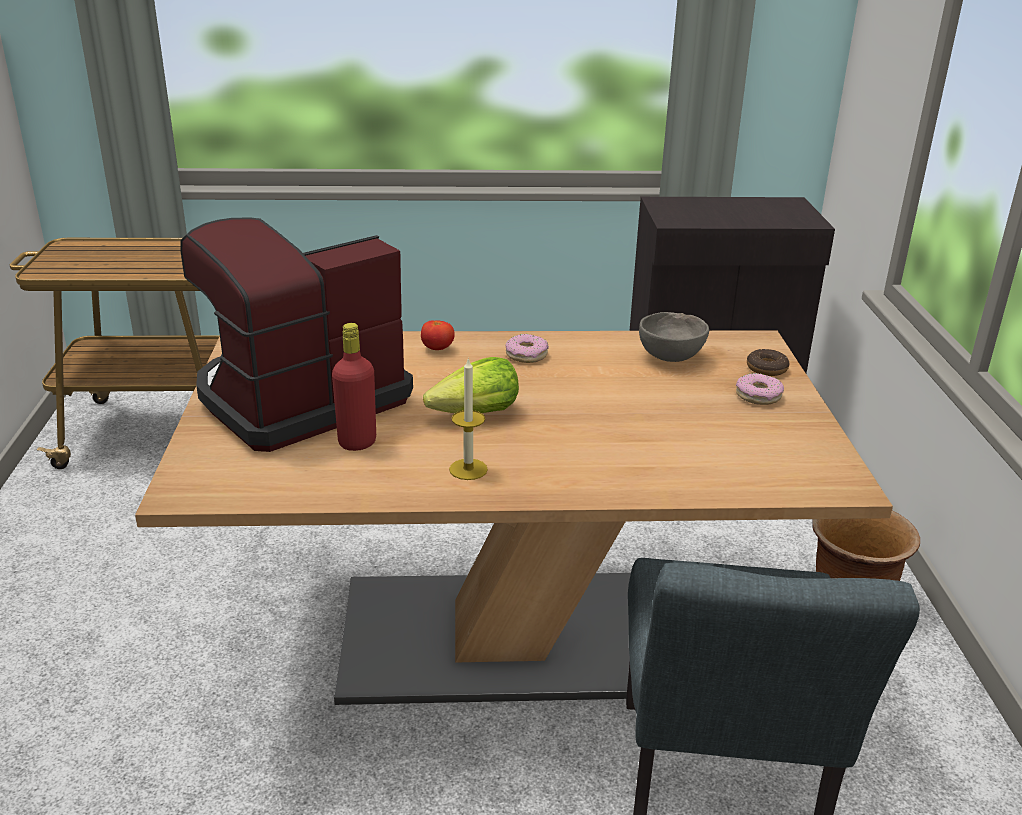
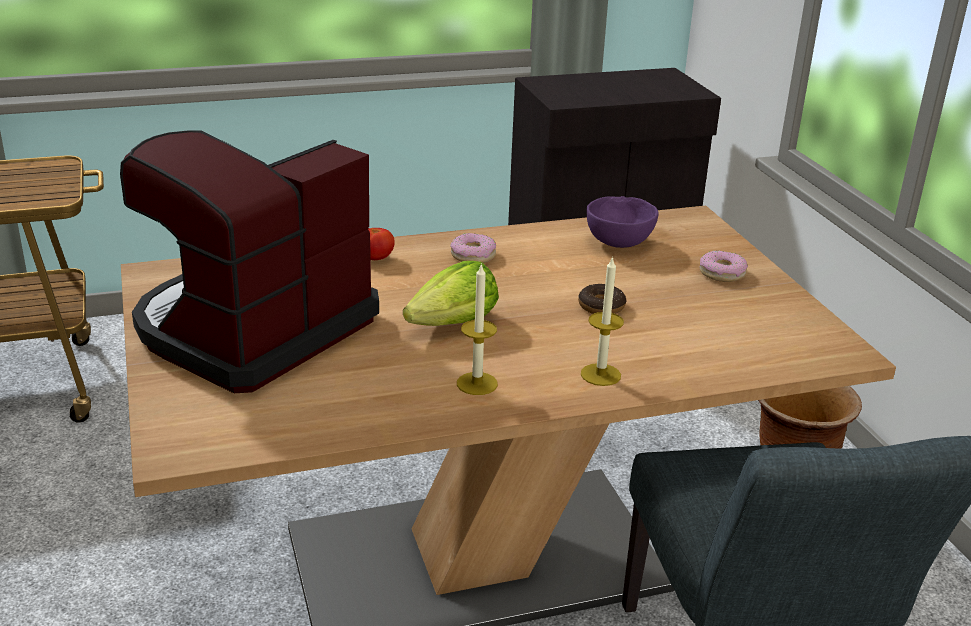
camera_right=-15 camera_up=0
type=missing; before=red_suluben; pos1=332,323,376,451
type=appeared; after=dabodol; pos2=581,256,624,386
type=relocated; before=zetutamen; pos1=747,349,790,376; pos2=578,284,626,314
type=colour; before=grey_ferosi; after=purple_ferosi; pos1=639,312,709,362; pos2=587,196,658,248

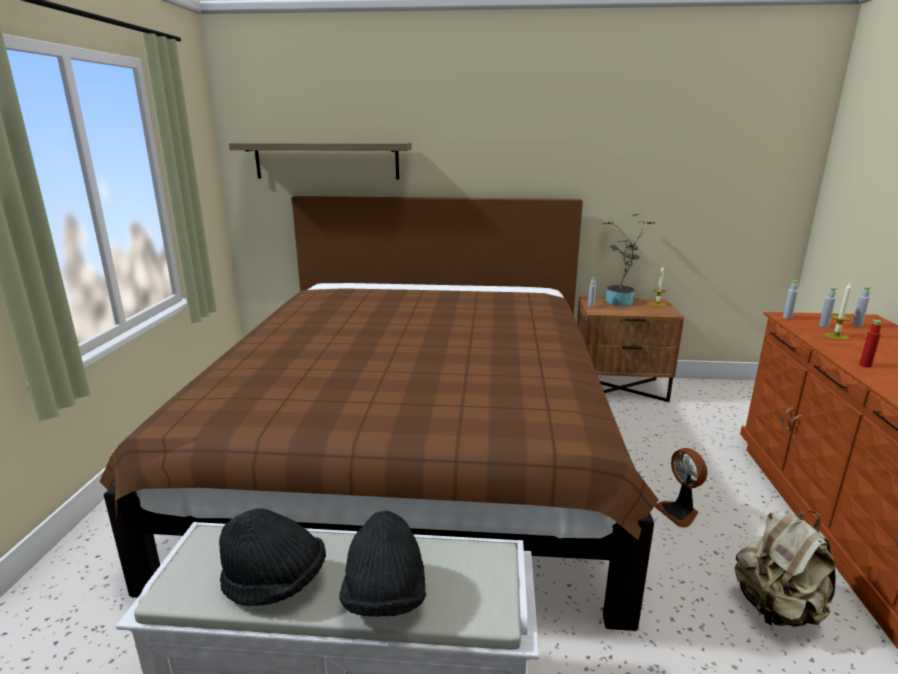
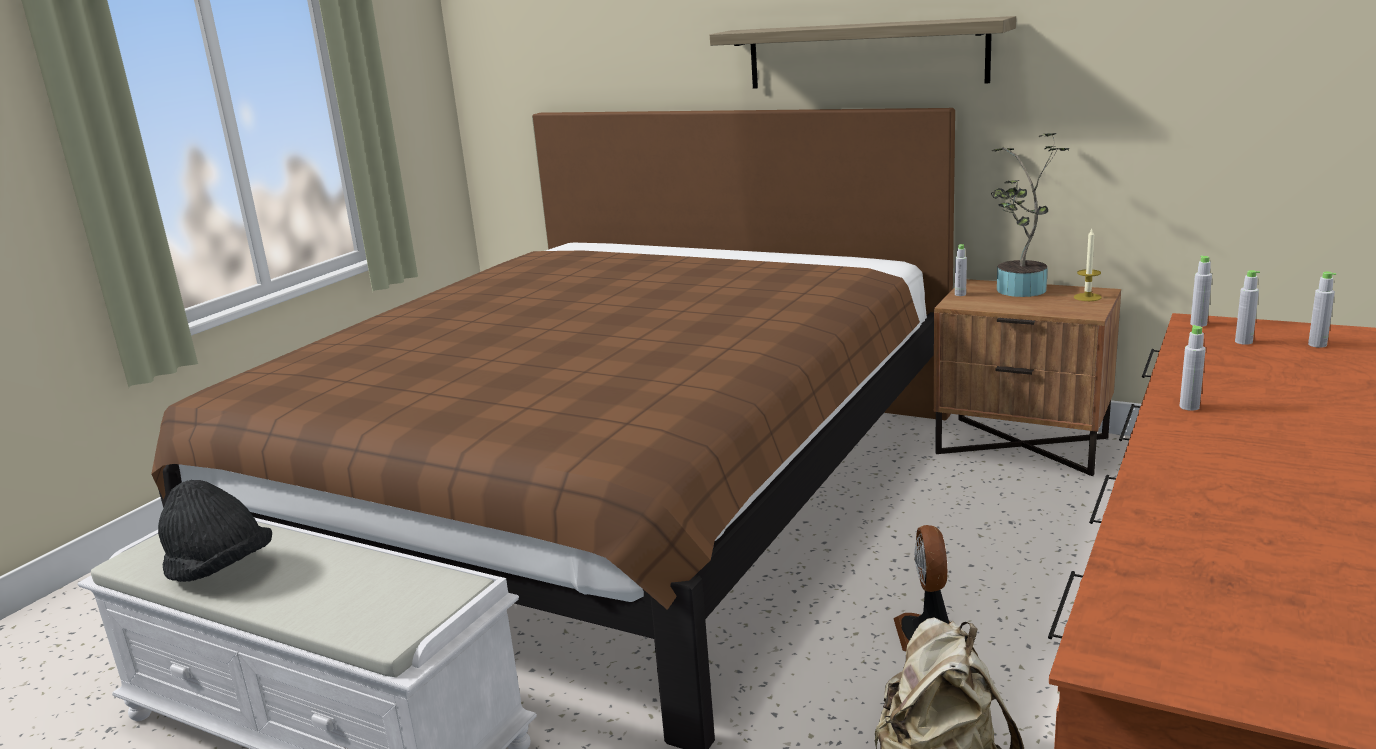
camera_right=25 camera_up=0
type=missing; before=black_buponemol; pos1=339,511,426,617
type=missing; before=dabodol; pos1=824,283,852,340
type=relocated; before=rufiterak; pos1=229,142,411,180; pos2=710,16,1016,88
type=colour; before=red_suluben; after=grey_suluben; pos1=859,320,881,367; pos2=1180,325,1206,411

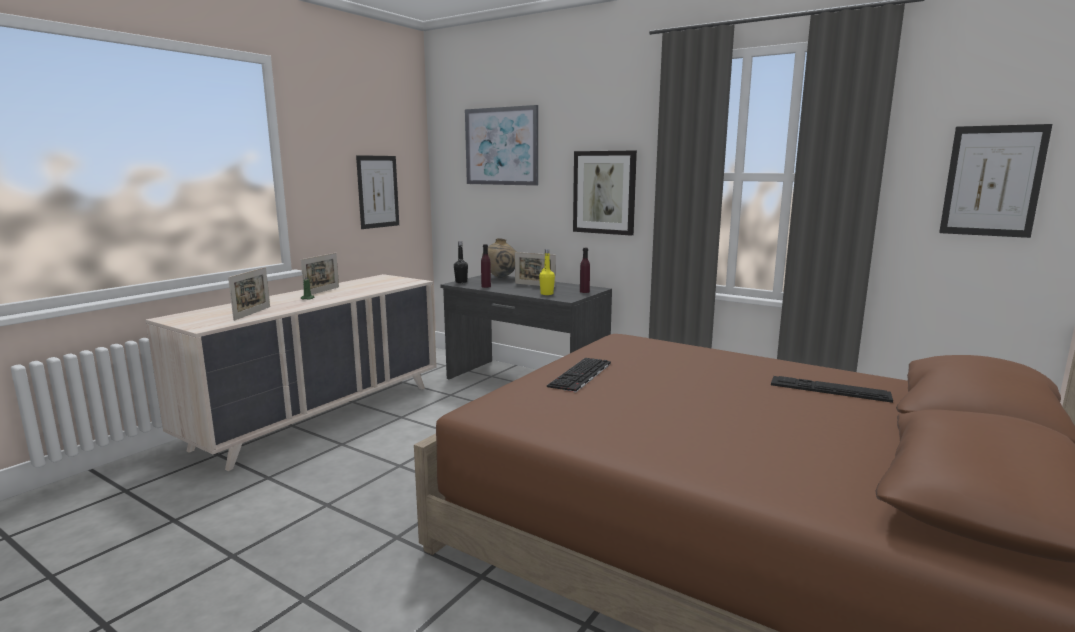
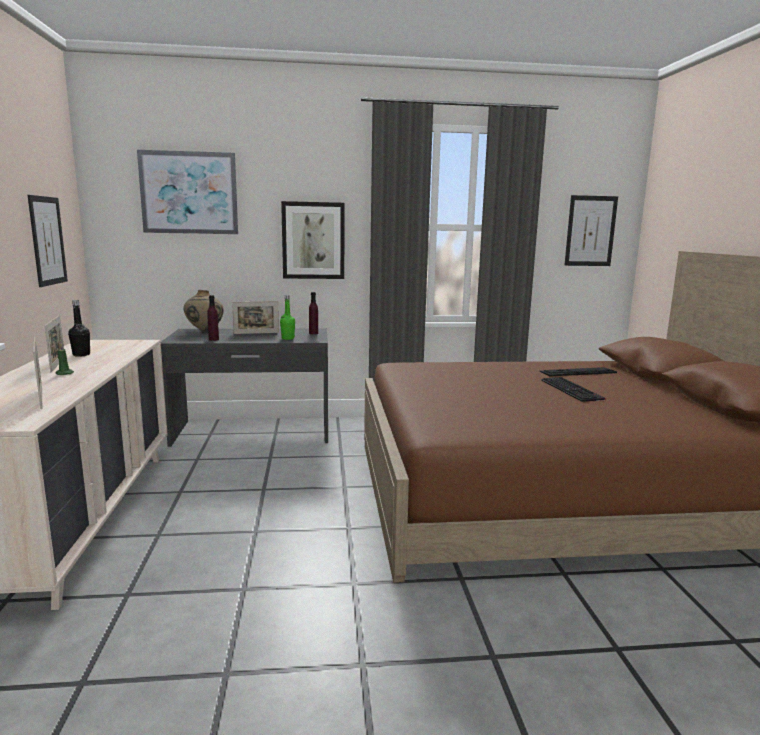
camera_right=-40 camera_up=0
type=relocated; before=black_suluben; pos1=454,241,468,283; pos2=68,300,90,357
type=relocated; before=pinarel; pos1=547,358,611,392; pos2=541,377,606,402
type=colour; before=yellow_suluben; after=green_suluben; pos1=539,249,555,295; pos2=280,295,295,340

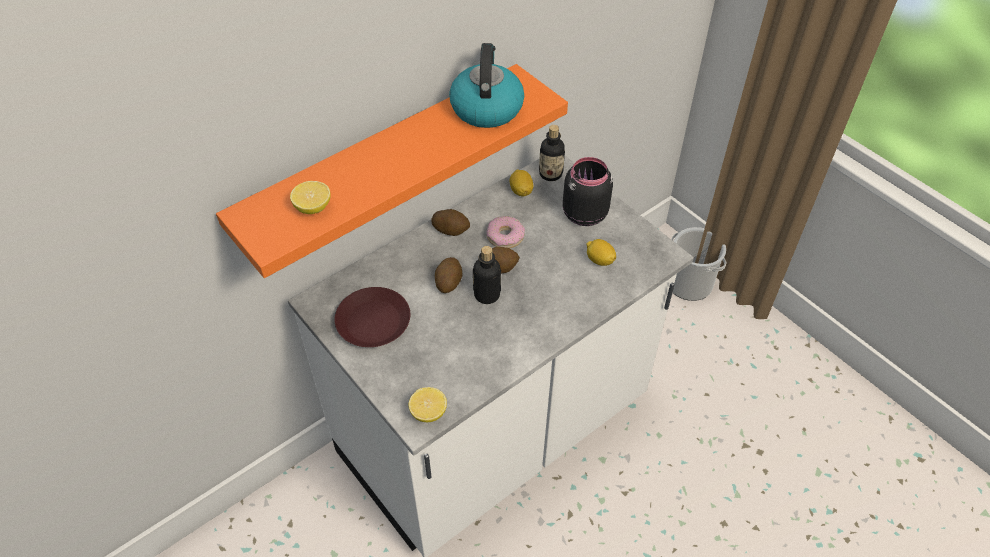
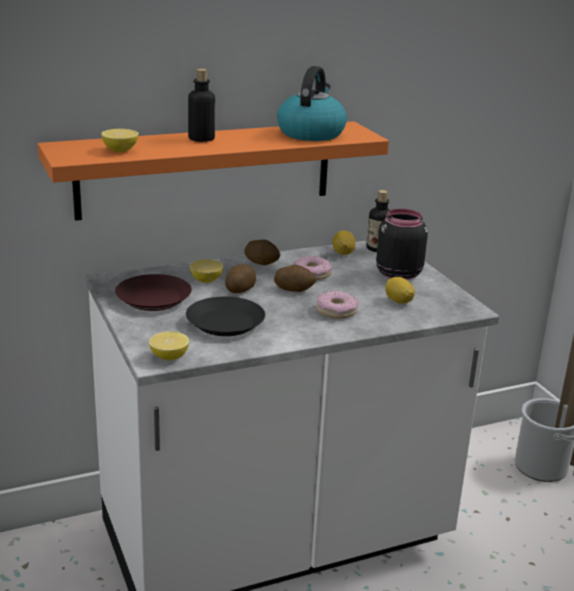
camera_right=15 camera_up=-25
type=appeared; after=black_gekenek; pos2=186,296,265,336
type=appeared; after=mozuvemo; pos2=190,259,223,283
type=appeared; after=zetutamen; pos2=317,291,359,319
type=relocated; before=suluben; pos1=473,246,501,304; pos2=188,69,215,142

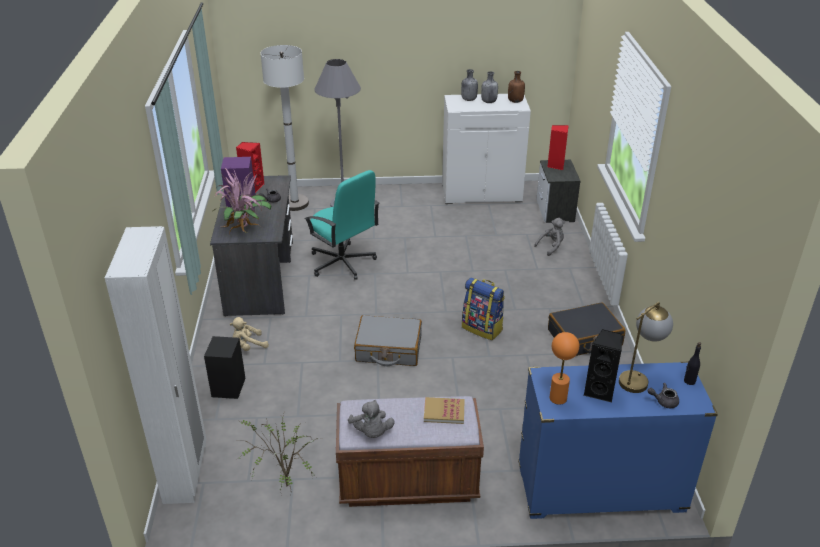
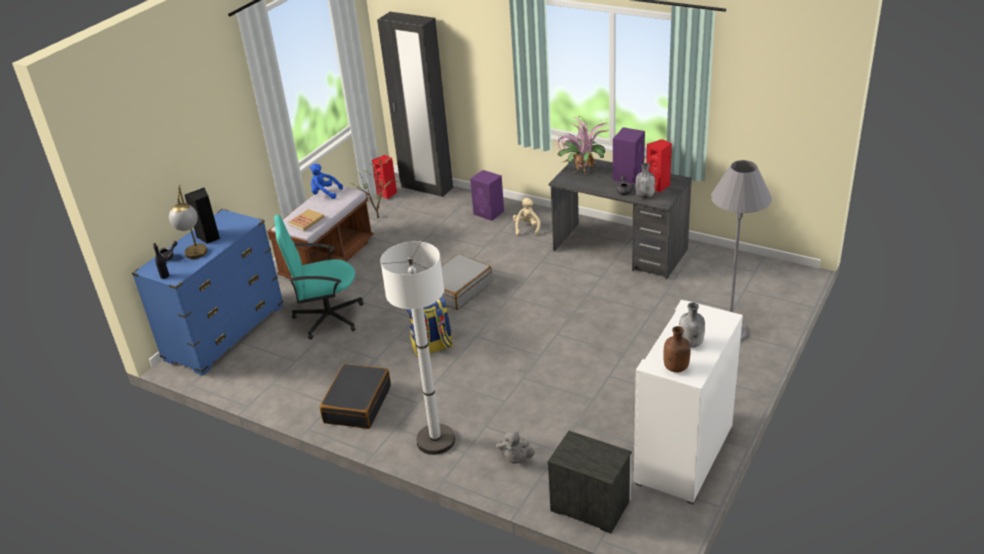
camera_right=125 camera_up=0
type=missing; before=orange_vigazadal; pos1=549,332,579,405
type=relocated; before=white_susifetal; pos1=261,45,309,211; pos2=380,241,455,455
type=relocated; before=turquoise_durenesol; pos1=304,170,379,280; pos2=274,215,363,340
type=relocated; before=grey_suluben; pos1=461,69,478,101; pos2=635,163,655,198
type=relocated; before=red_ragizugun; pos1=547,125,569,170; pos2=372,155,397,199
type=colour; before=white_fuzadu; after=black_fuzadu; pos1=105,226,206,504; pos2=377,12,453,197
type=colour; before=black_ragizugun; after=purple_ragizugun; pos1=204,336,246,399; pos2=470,170,504,221
type=colour; before=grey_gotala; after=blue_gotala; pos1=348,400,395,438; pos2=310,164,343,199

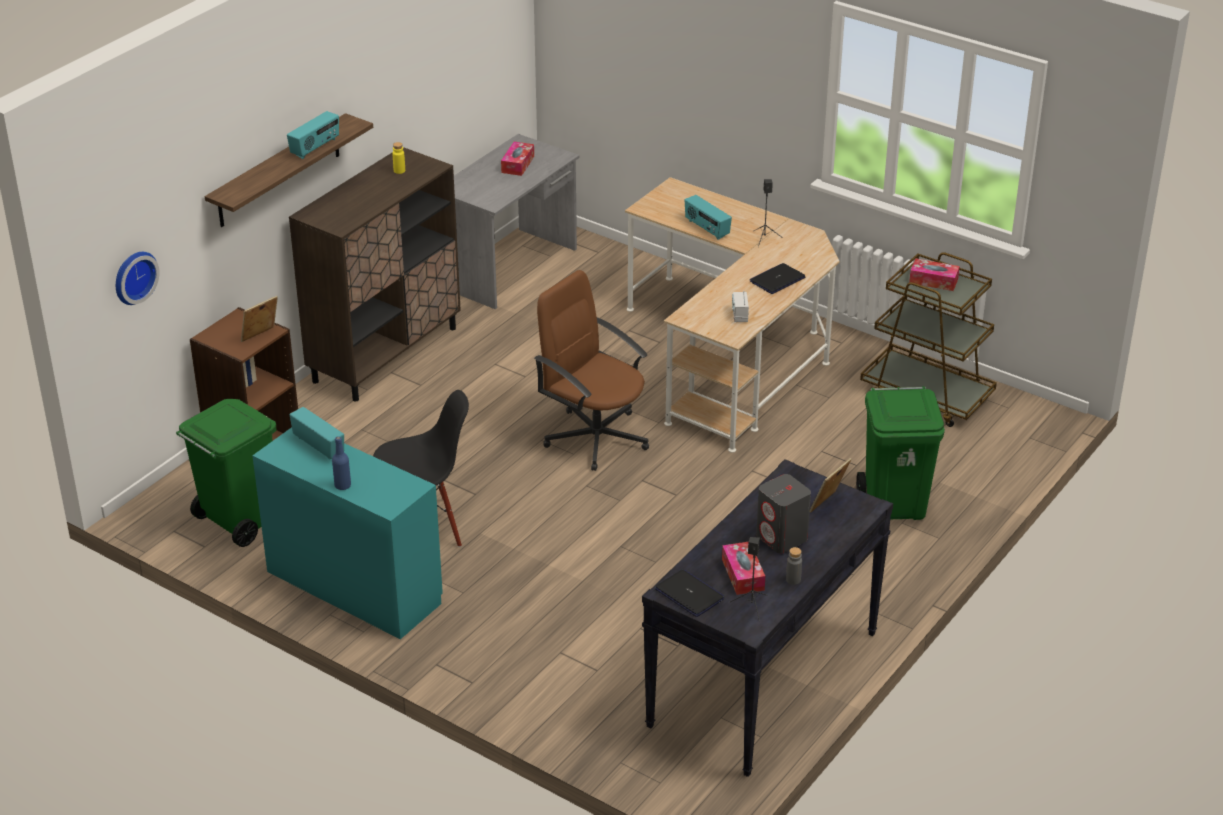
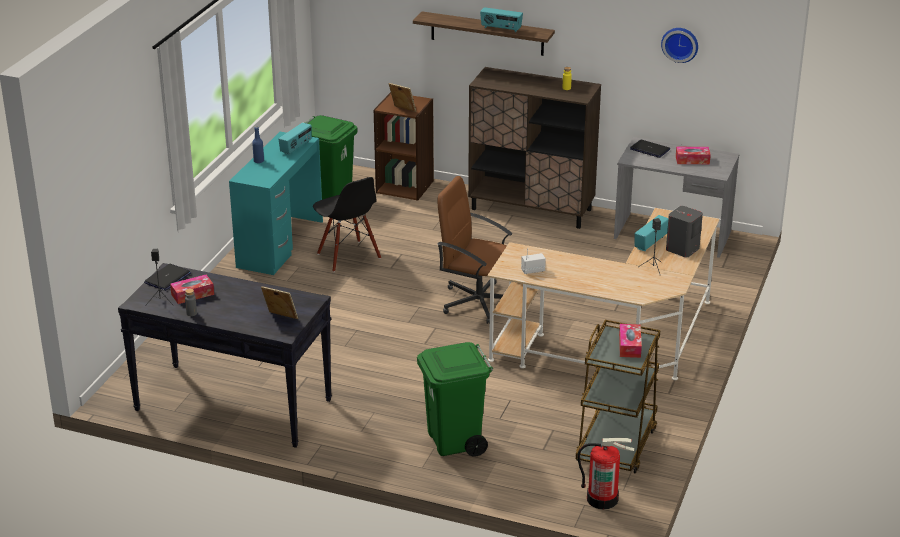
camera_right=75 camera_up=-5
type=appeared; after=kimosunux; pos2=577,438,635,510
type=relocated; before=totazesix; pos1=116,252,159,305; pos2=661,28,698,63
type=relocated; before=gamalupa; pos1=750,263,805,294; pos2=630,140,670,158
type=relocated; before=grey_ragizugun; pos1=756,474,811,553; pos2=666,206,703,257
type=spun; before=brown_durenesol; pos1=534,270,649,471; pos2=437,176,512,324; turn=-90

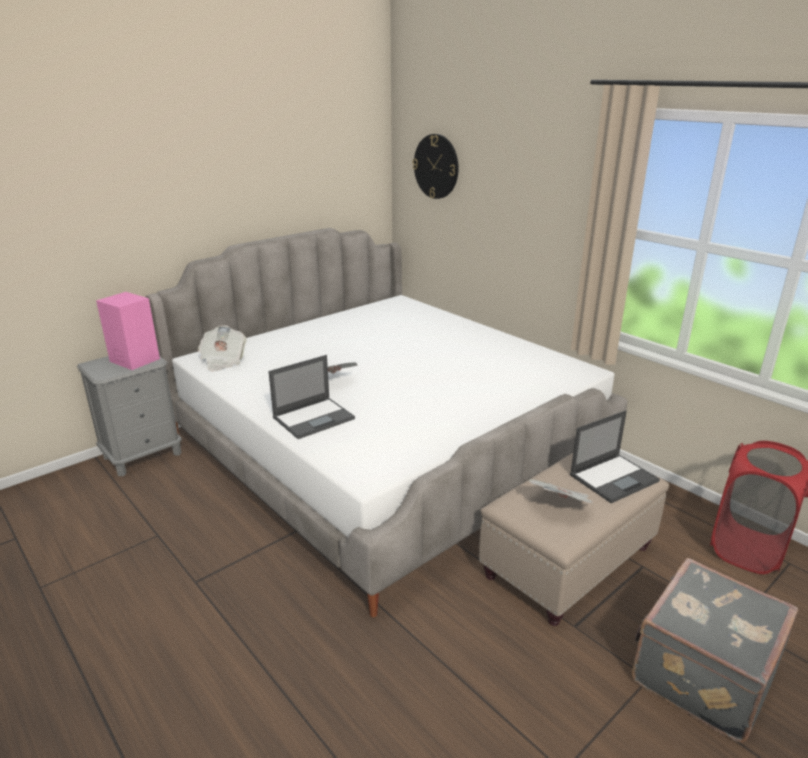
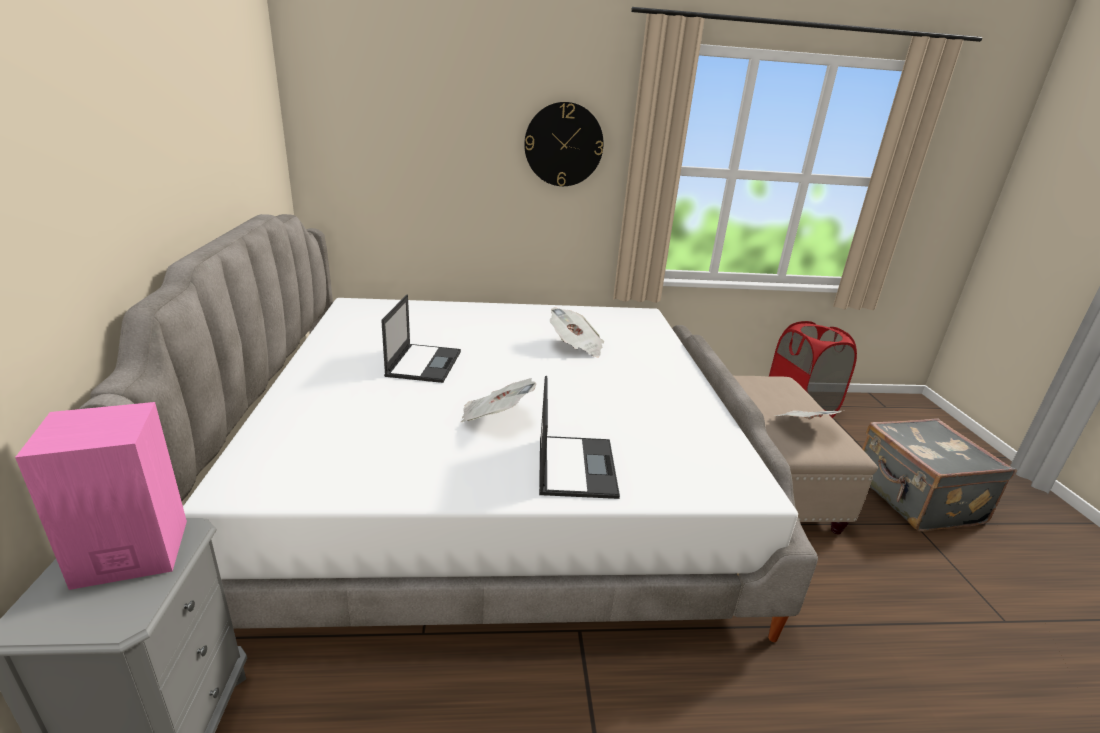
camera_right=-55 camera_up=0
type=relocated; before=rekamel; pos1=198,325,247,371; pos2=550,307,604,357
type=relocated; before=totazesix; pos1=413,134,459,199; pos2=524,102,604,186
type=relocated; before=gamalupa; pos1=570,410,660,503; pos2=381,294,461,383

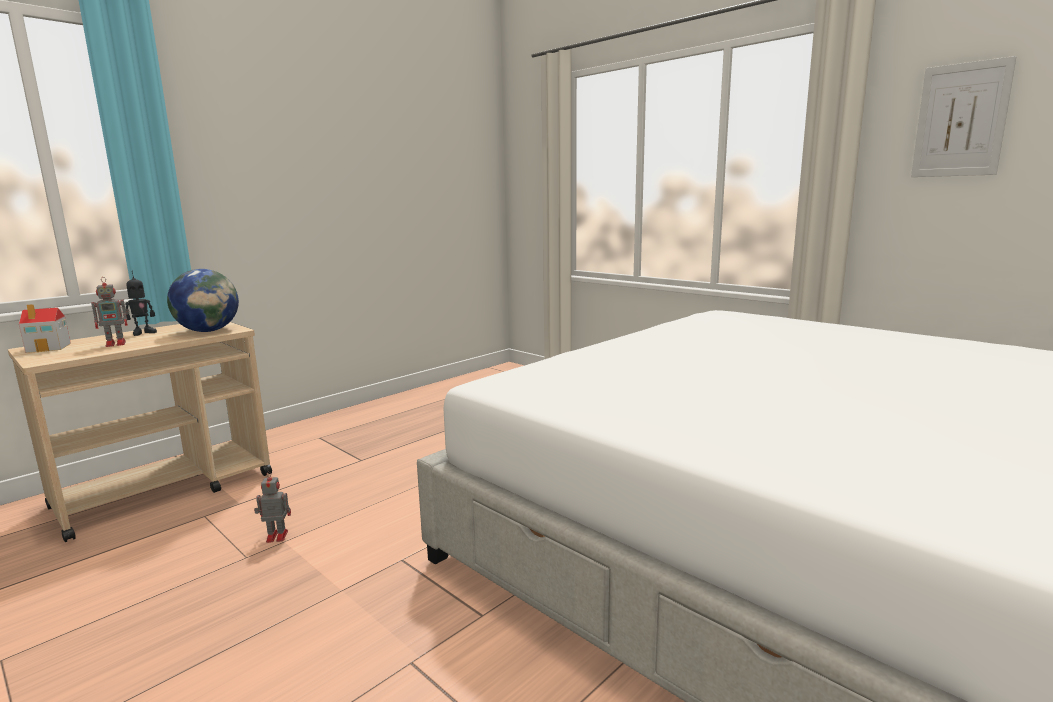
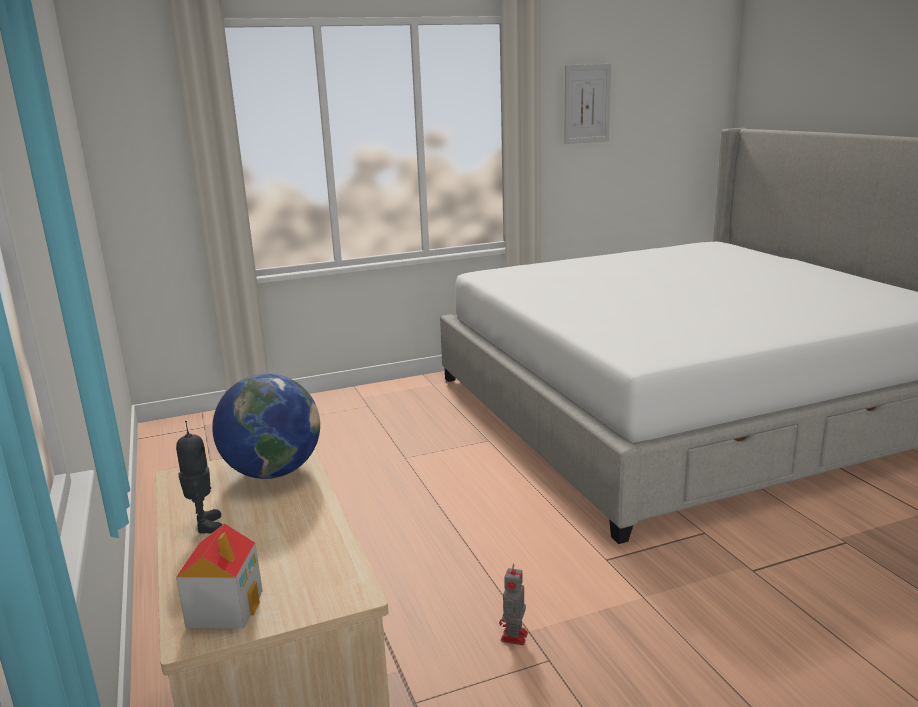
camera_right=-65 camera_up=5
type=missing; before=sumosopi; pos1=91,277,129,347

